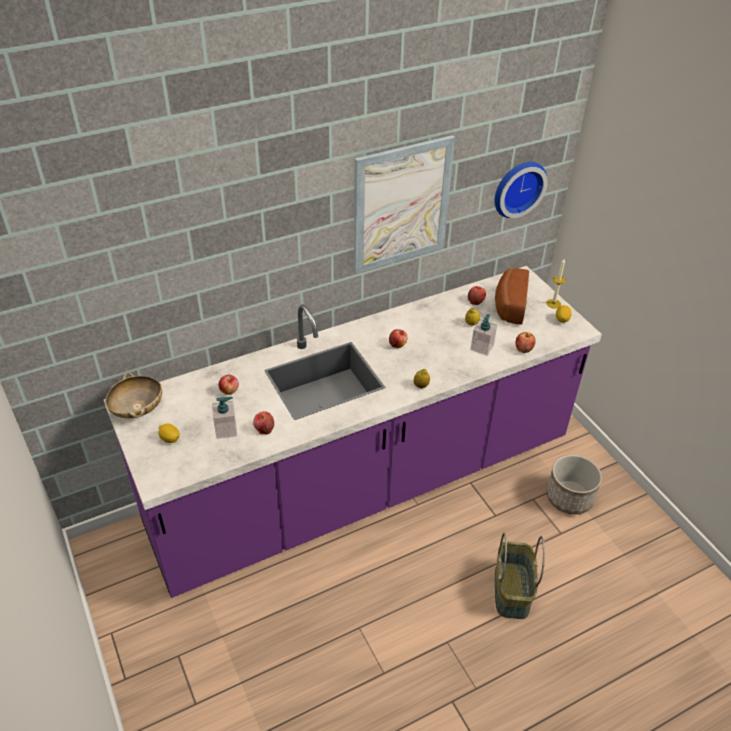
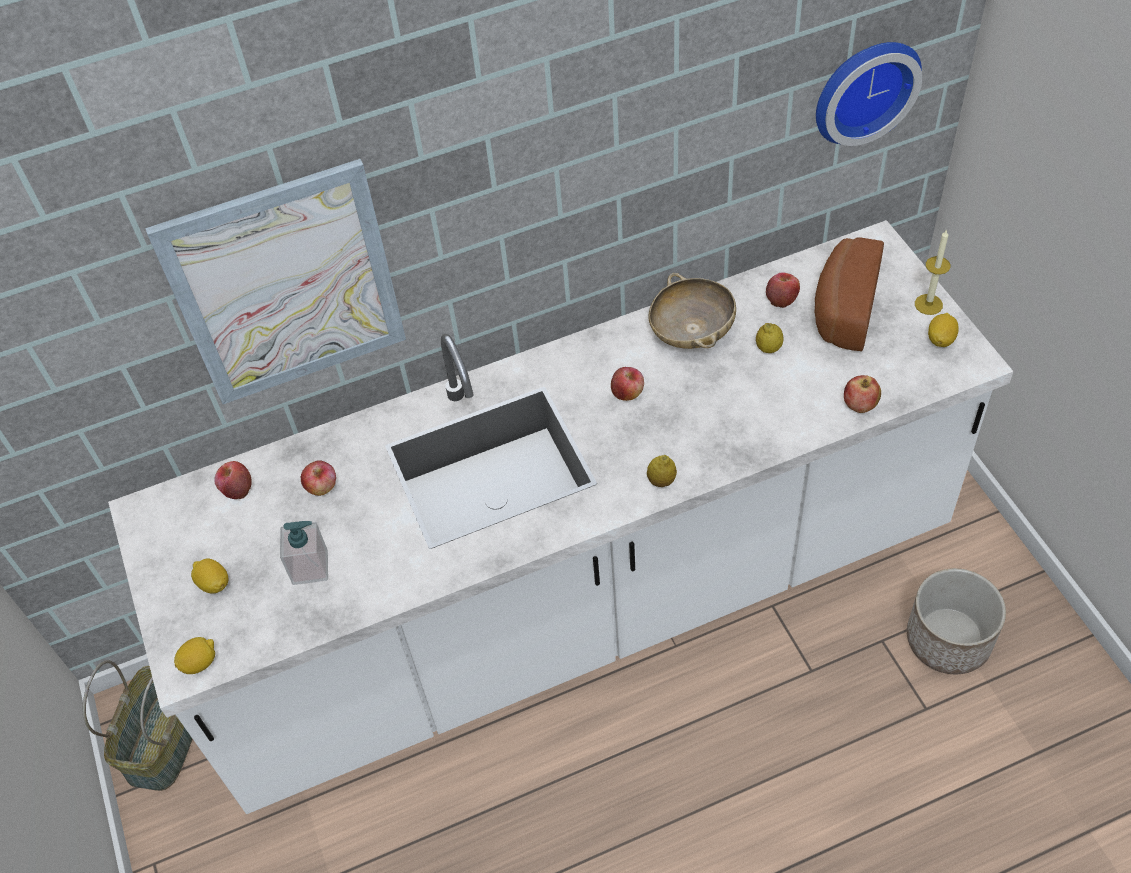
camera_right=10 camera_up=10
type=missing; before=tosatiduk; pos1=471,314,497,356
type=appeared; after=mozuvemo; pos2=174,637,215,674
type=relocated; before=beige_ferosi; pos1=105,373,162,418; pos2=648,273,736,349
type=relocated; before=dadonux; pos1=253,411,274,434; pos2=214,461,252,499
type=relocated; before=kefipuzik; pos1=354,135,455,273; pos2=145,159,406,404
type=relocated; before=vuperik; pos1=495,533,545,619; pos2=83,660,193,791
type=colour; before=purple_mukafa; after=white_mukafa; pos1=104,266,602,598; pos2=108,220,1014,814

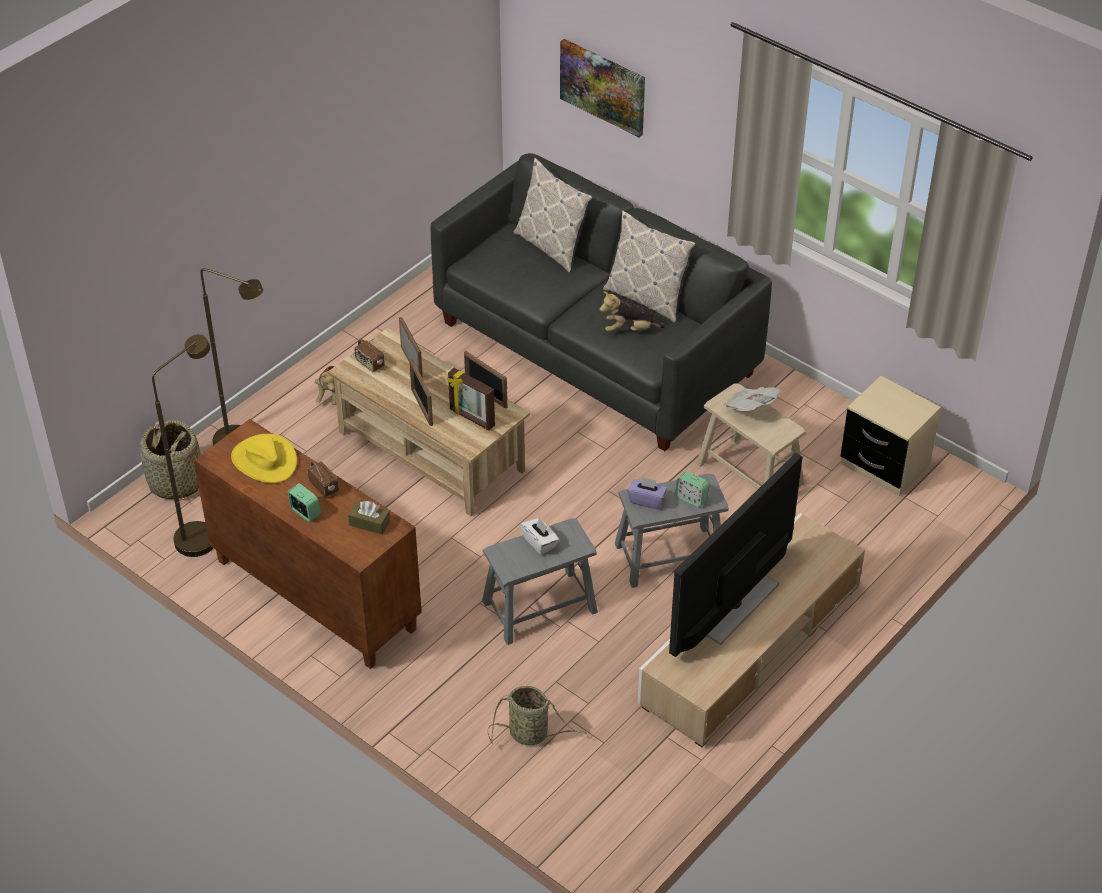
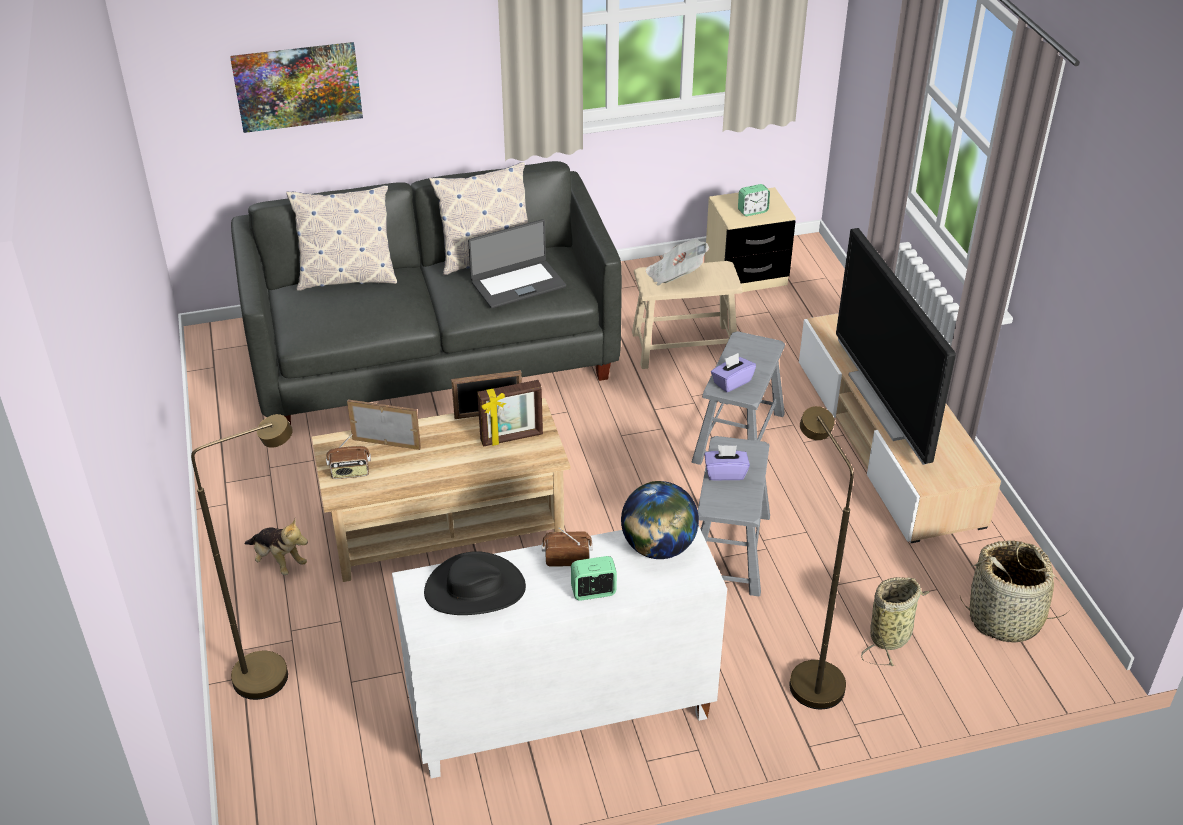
camera_right=-55 camera_up=-5
type=missing; before=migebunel; pos1=409,359,433,426
type=relocated; before=vuperik; pos1=140,420,201,500; pos2=960,540,1070,643
type=relocated; before=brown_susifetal; pos1=152,334,213,557; pos2=790,406,854,709
type=relocated; before=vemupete; pos1=675,471,709,507; pos2=738,184,770,216
type=exchanged; before=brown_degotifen; after=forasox; pos1=348,501,390,534; pos2=621,481,699,559
type=exchanged; before=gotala; after=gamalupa; pos1=600,291,666,331; pos2=468,219,566,308
type=colour; before=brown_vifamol; after=white_vifamol; pos1=194,419,422,669; pos2=392,527,727,779
type=colour; before=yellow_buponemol; after=black_buponemol; pos1=231,434,297,483; pos2=424,551,526,615
type=colour; before=white_degotifen; after=purple_degotifen; pos1=520,518,559,555; pos2=704,445,750,481

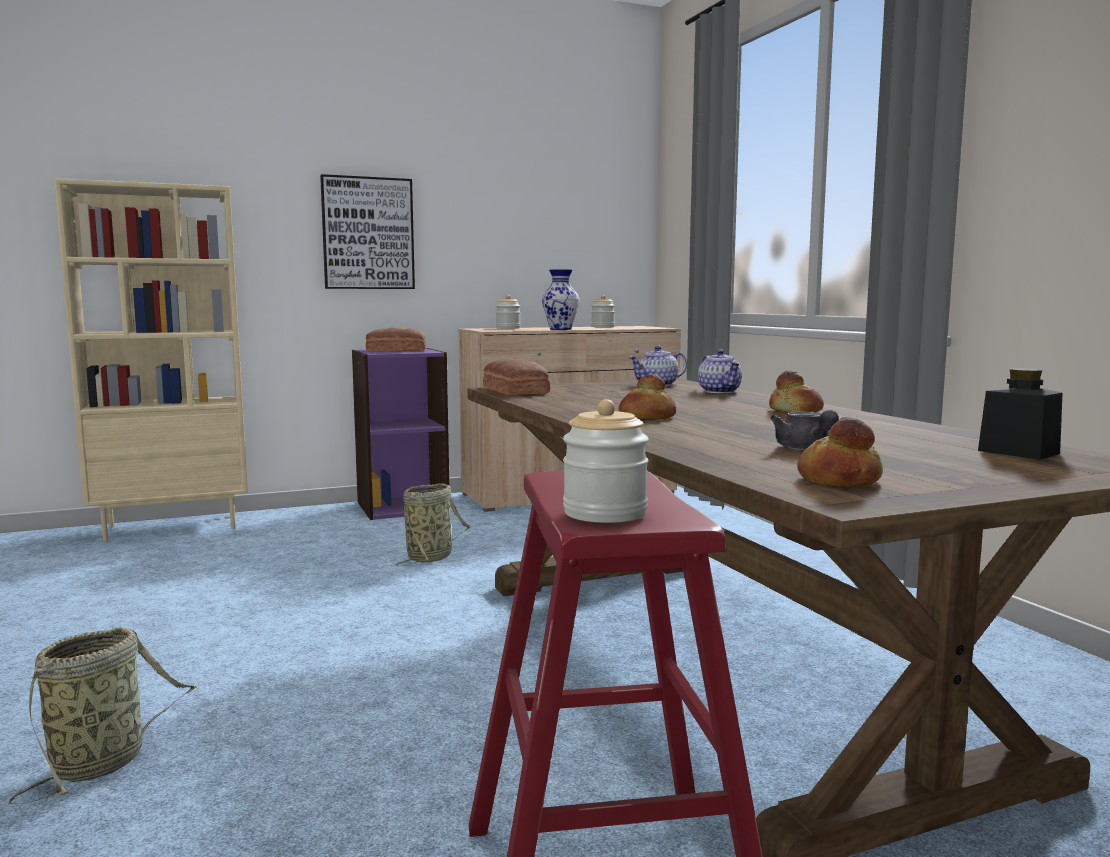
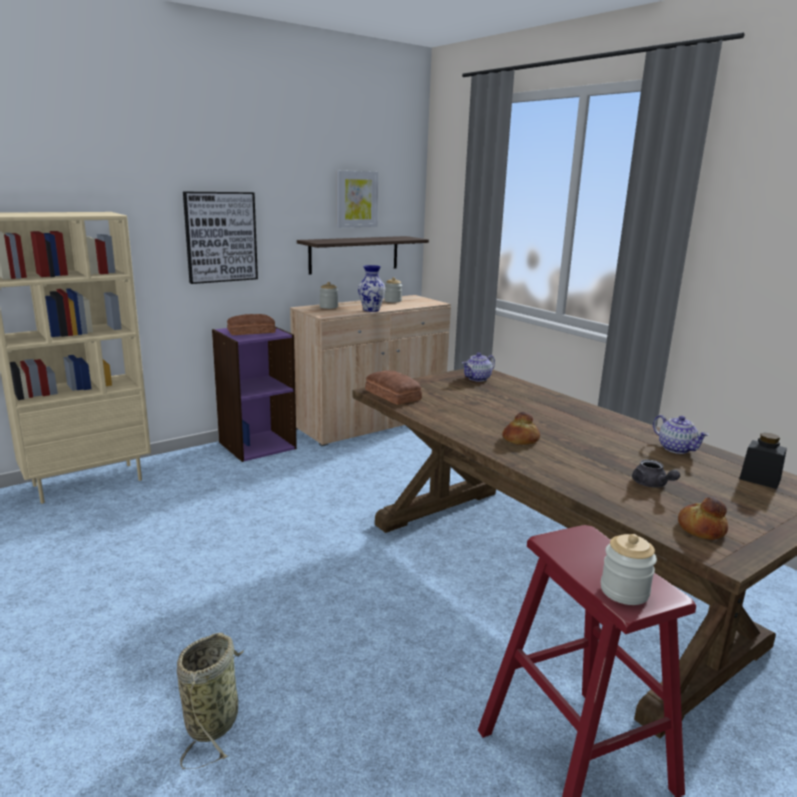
camera_right=-15 camera_up=10
type=missing; before=vuperik; pos1=396,483,471,566
type=missing; before=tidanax; pos1=769,370,824,413
type=appeared; after=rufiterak; pos2=297,236,429,275
type=appeared; after=kefipuzik; pos2=337,171,378,228
type=relocated; before=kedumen; pos1=698,349,742,393; pos2=653,415,709,454

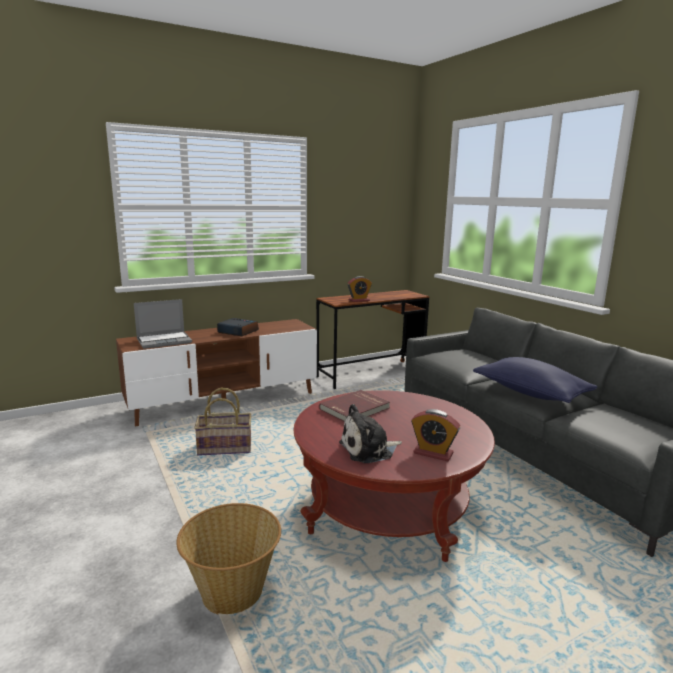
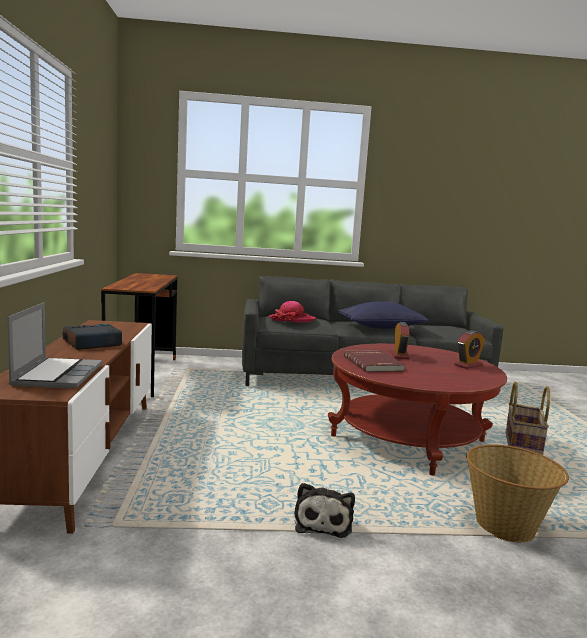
camera_right=-65 camera_up=-5
type=appeared; after=buponemol; pos2=268,301,316,323
type=relocated; before=vuperik; pos1=194,388,251,456; pos2=506,381,550,455
type=relocated; before=gotala; pos1=339,404,402,463; pos2=294,483,355,538
type=relocated; before=vemupete; pos1=347,276,372,302; pos2=391,322,410,359

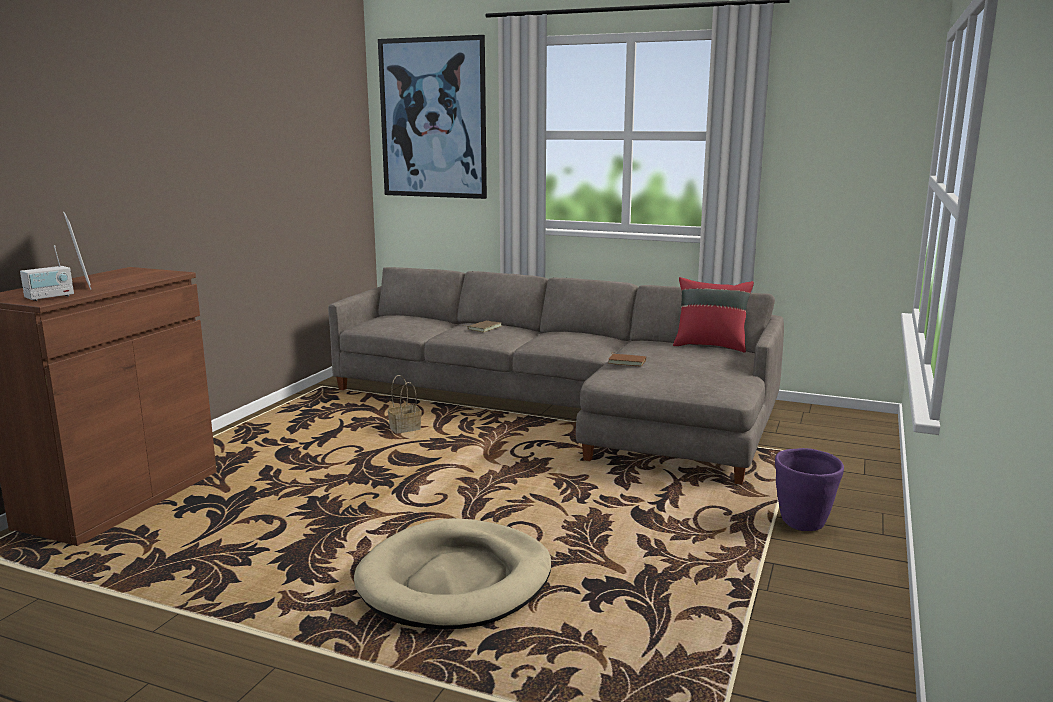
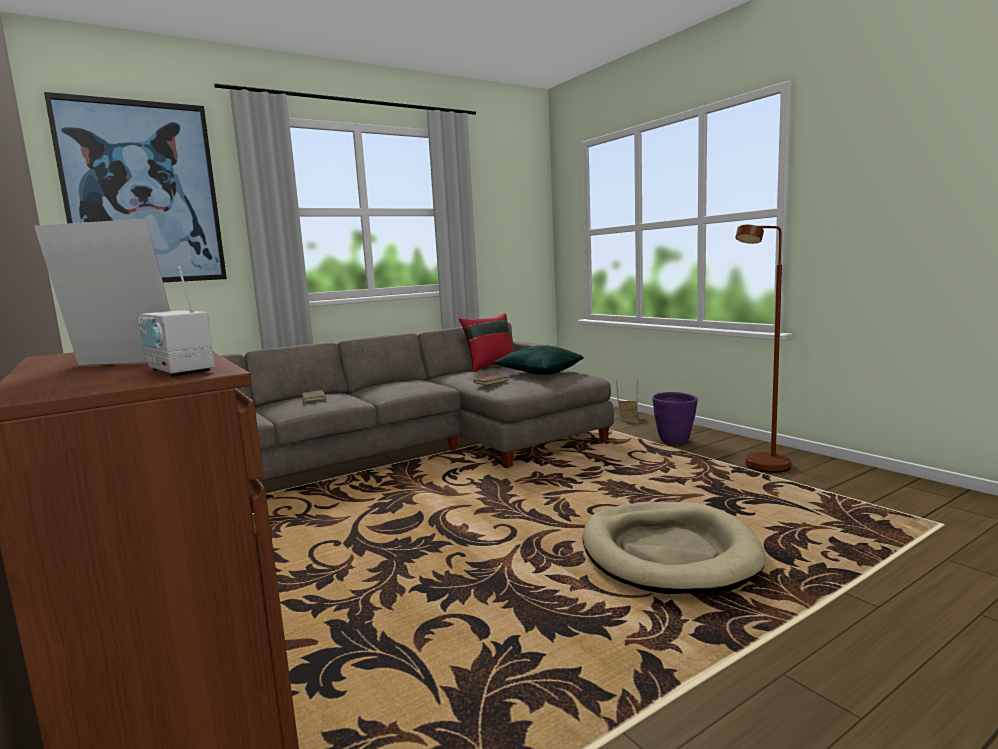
camera_right=-55 camera_up=-5
type=appeared; after=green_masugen; pos2=493,345,584,375
type=appeared; after=brown_susifetal; pos2=735,225,791,473
type=relocated; before=vuperik; pos1=388,375,422,434; pos2=616,379,638,422
type=spun; before=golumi; pos1=20,245,74,301; pos2=138,266,215,377; turn=150

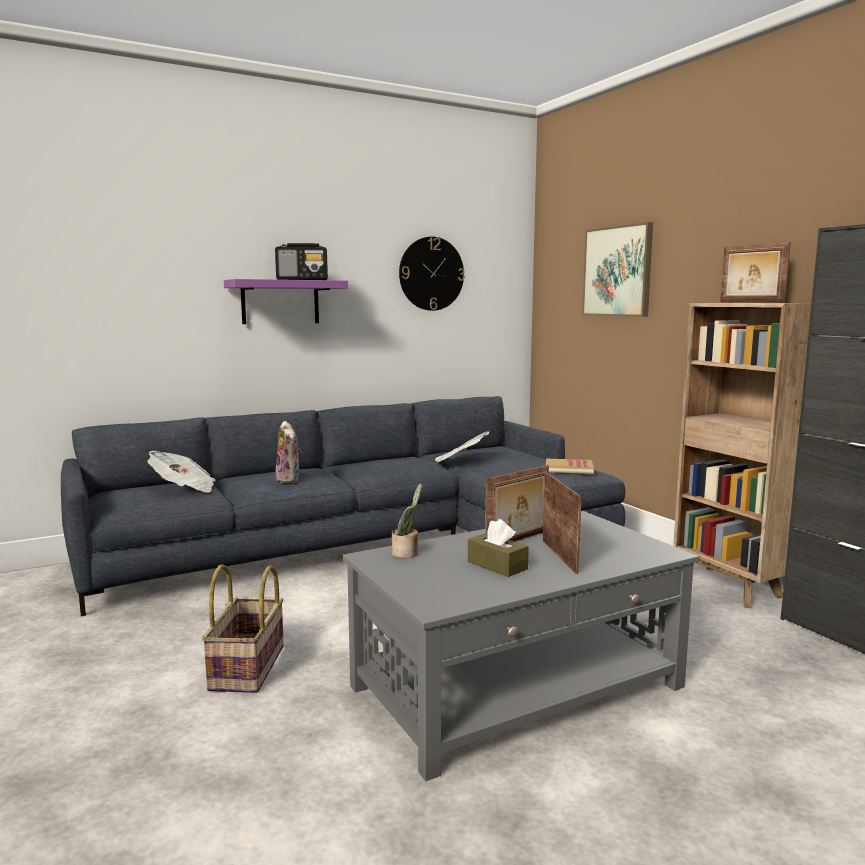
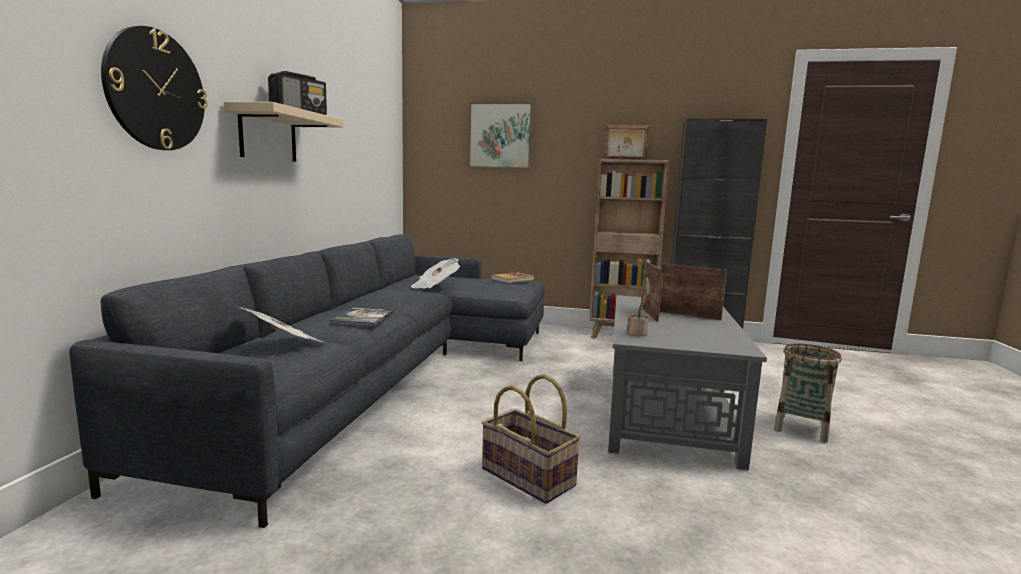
camera_right=-50 camera_up=0
type=missing; before=brown_degotifen; pos1=468,519,529,577
type=appeared; after=vuperik; pos2=774,344,842,443
type=relocated; before=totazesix; pos1=399,237,465,311; pos2=101,26,207,150
type=exchanged; before=gotala; after=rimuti; pos1=275,421,302,483; pos2=330,308,394,326
type=colour; before=purple_rufiterak; after=beige_rufiterak; pos1=224,279,348,324; pos2=224,102,344,162

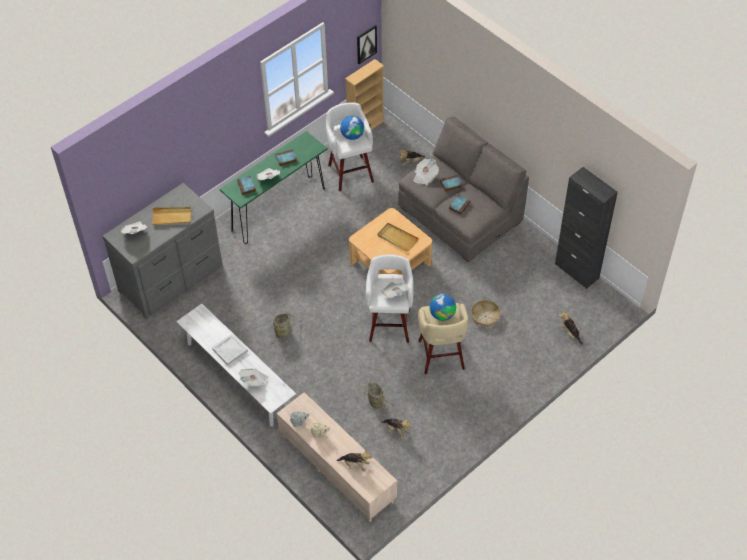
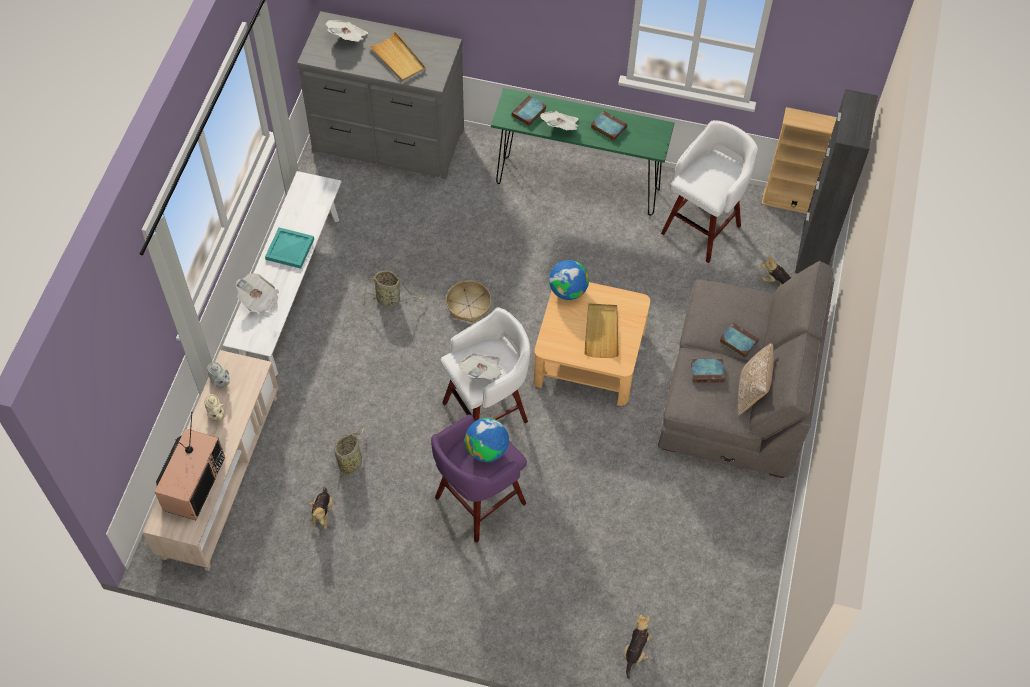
camera_right=55 camera_up=5
type=missing; before=kefipuzik; pos1=357,25,377,64
type=missing; before=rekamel; pos1=413,159,439,185
type=appeared; after=masugen; pos2=738,343,774,416
type=relocated; before=forasox; pos1=340,116,364,140; pos2=549,260,589,300
type=relocated; before=vuperik; pos1=471,300,501,327; pos2=446,280,491,323
type=relocated; before=black_vifamol; pos1=555,167,618,289; pos2=795,89,878,273
type=exchanged; before=gotala; after=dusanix; pos1=337,450,373,471; pos2=155,413,225,520
type=colour; before=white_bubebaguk; after=turquoise_bubebaguk; pos1=212,334,248,366; pos2=265,228,314,269
type=colour; before=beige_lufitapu; after=purple_lufitapu; pos1=418,303,469,374; pos2=431,415,527,543

